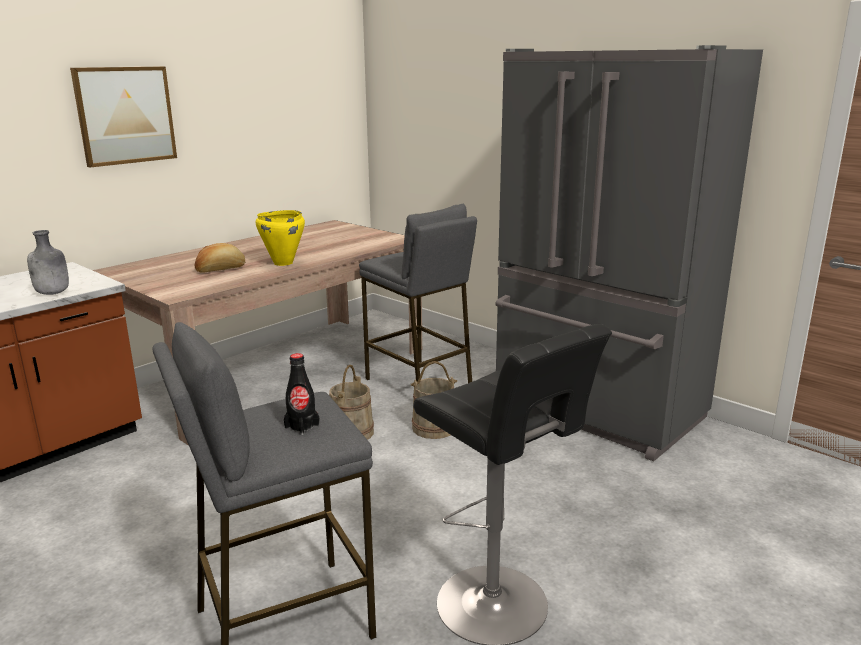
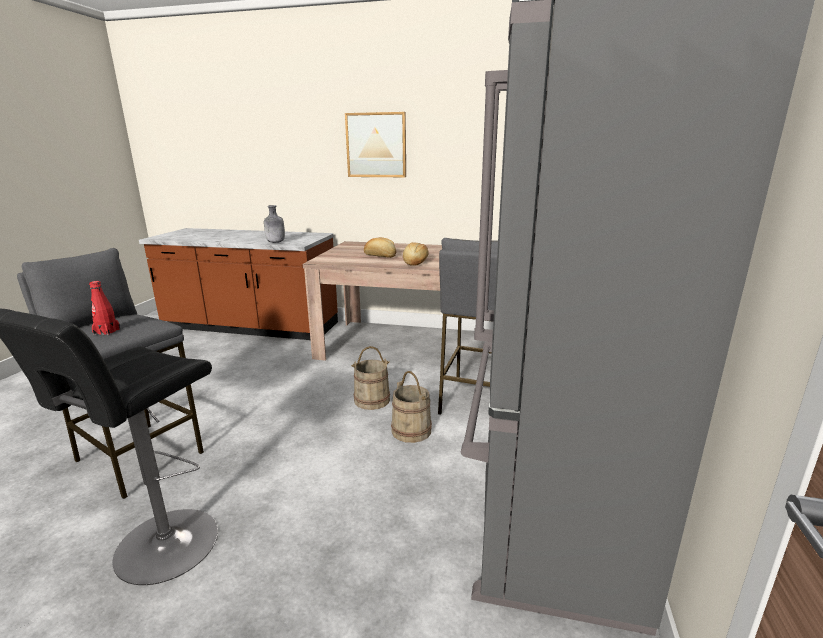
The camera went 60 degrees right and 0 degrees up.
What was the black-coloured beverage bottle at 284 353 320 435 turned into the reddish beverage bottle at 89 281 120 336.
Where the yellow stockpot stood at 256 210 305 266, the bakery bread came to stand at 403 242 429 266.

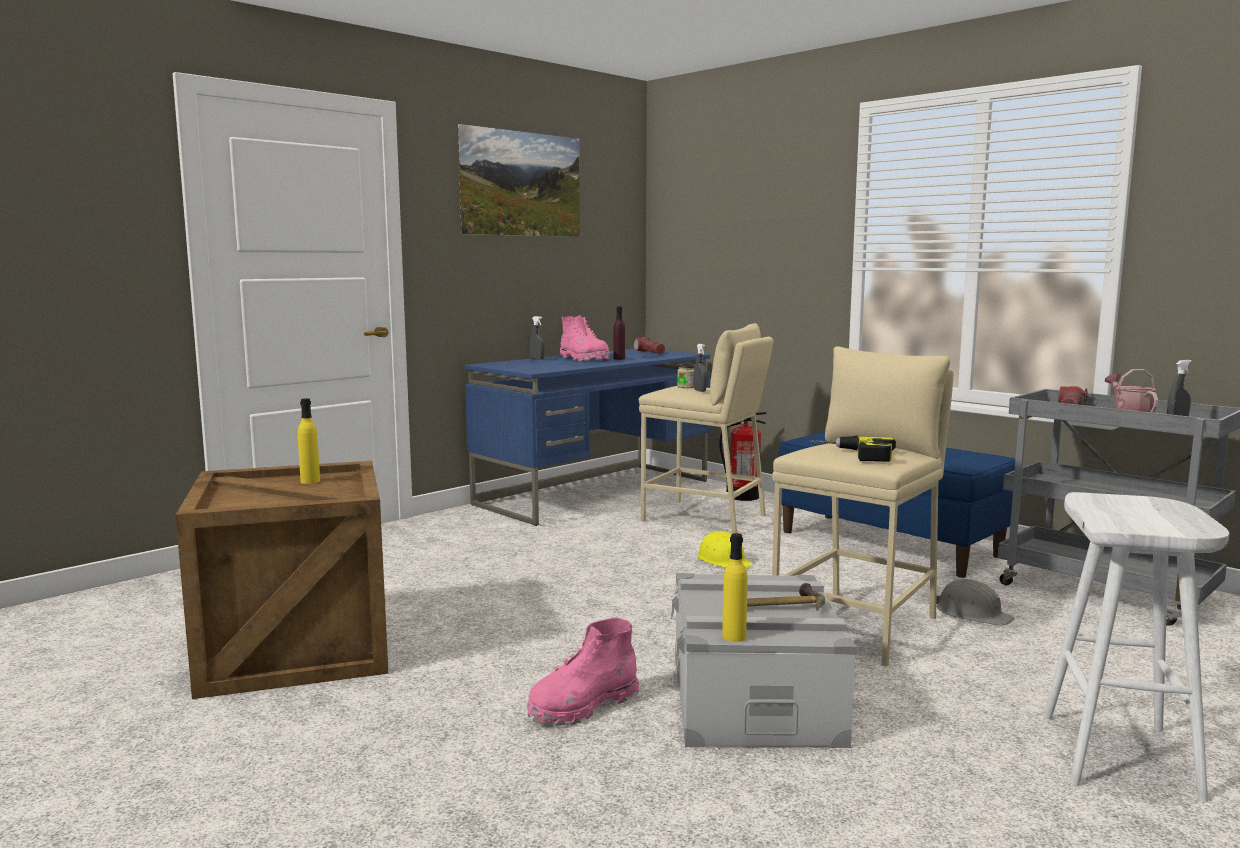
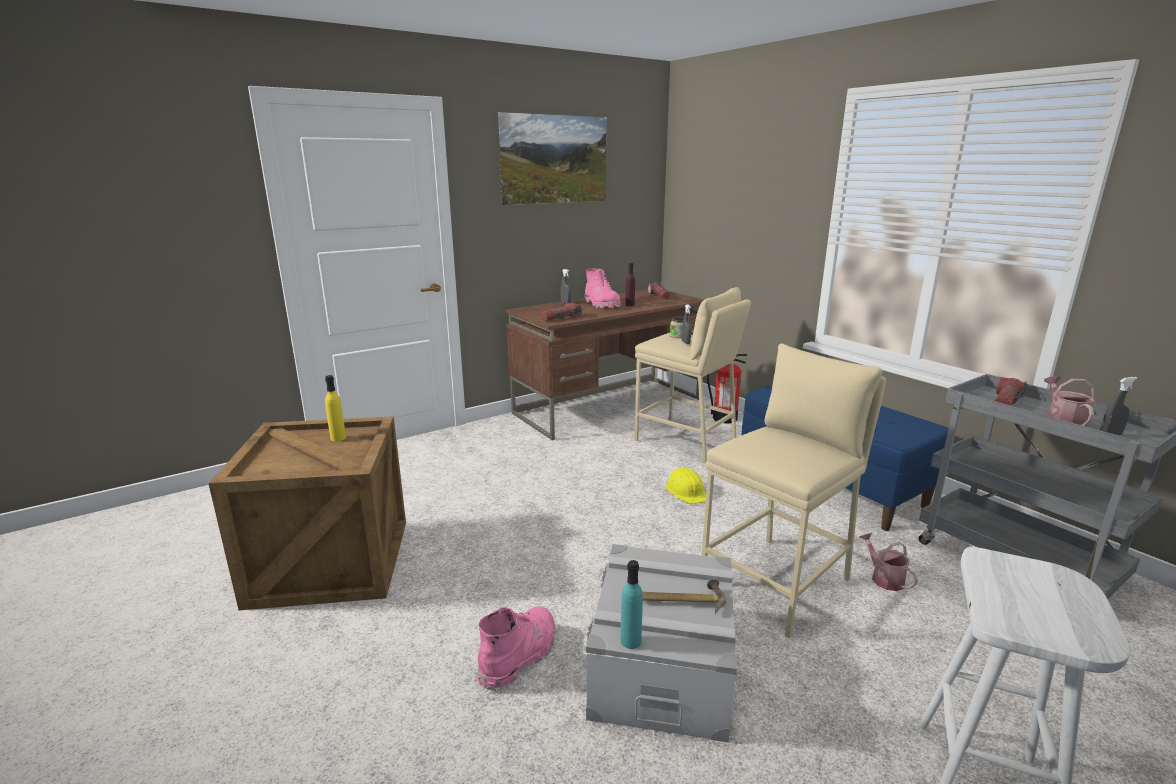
The camera went 10 degrees right and 10 degrees up.
The pink-coloured boot at 527 618 639 726 ended up facing another way, 150 degrees clockwise from before.
What was the bluish desk table at 465 349 710 526 turned into the brown desk table at 506 290 704 440.
The second view gained the flashlight at 542 303 582 321.
What was the yellow beverage bottle at 722 533 747 642 turned into the blue-green beverage bottle at 621 560 643 649.
Where the greyish safety helmet stood at 936 579 1015 626, the sprinkling can came to stand at 859 533 918 591.
The second view lost the electric drill at 809 435 896 462.

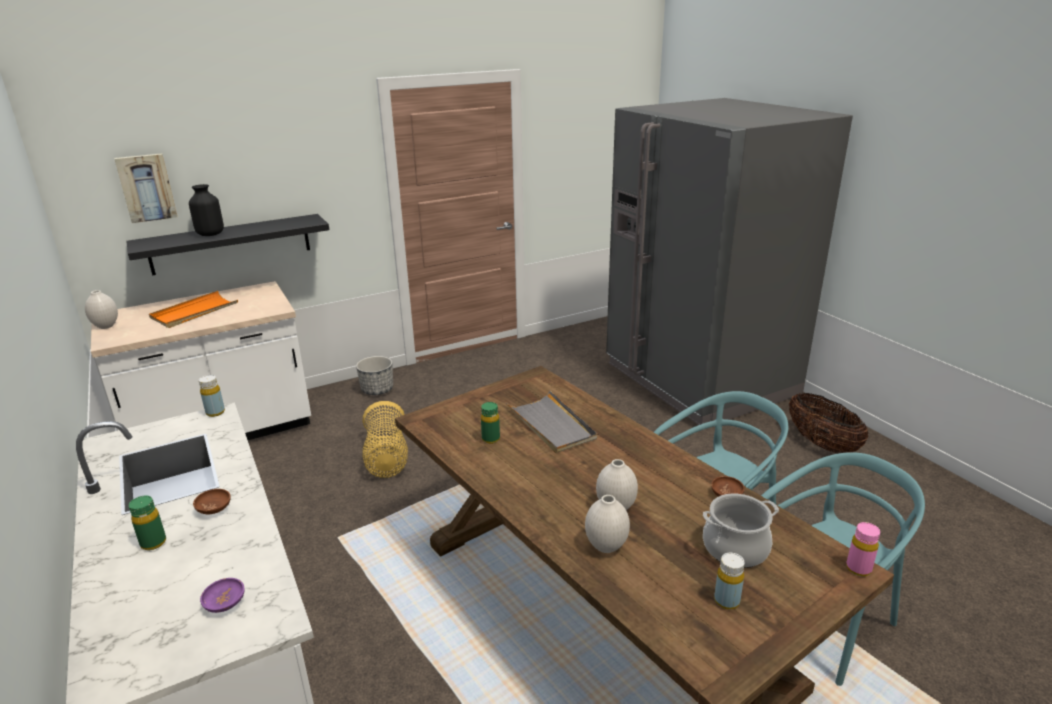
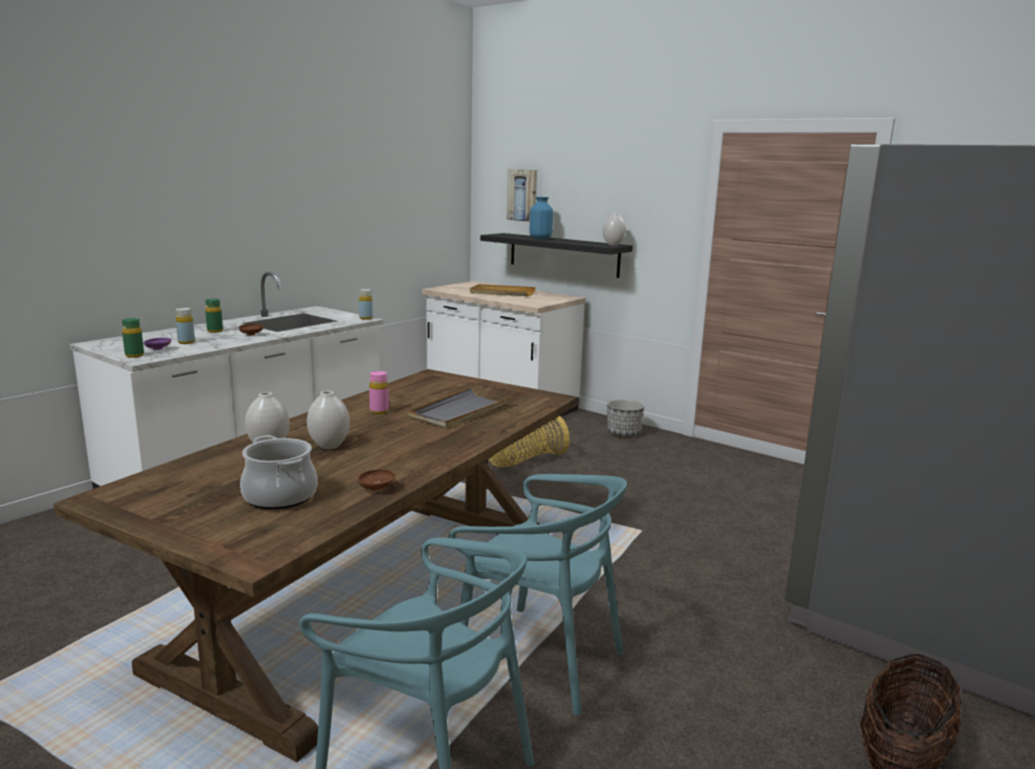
The camera went 65 degrees right and 10 degrees down.
The green-coloured beverage bottle ended up elsewhere, having gone from 481 402 500 444 to 122 318 144 358.
The yellow beverage bottle ended up elsewhere, having gone from 714 553 745 610 to 176 308 195 344.
The pink-coloured beverage bottle ended up elsewhere, having gone from 846 522 880 577 to 369 371 389 414.
What was the orangey carrying tray at 149 291 238 328 turned into the sand-coloured carrying tray at 470 284 536 296.
What was the black-coloured flower vase at 189 184 224 236 turned into the bluish flower vase at 530 197 553 239.
The white flower vase ended up elsewhere, having gone from 85 290 118 329 to 603 213 626 246.

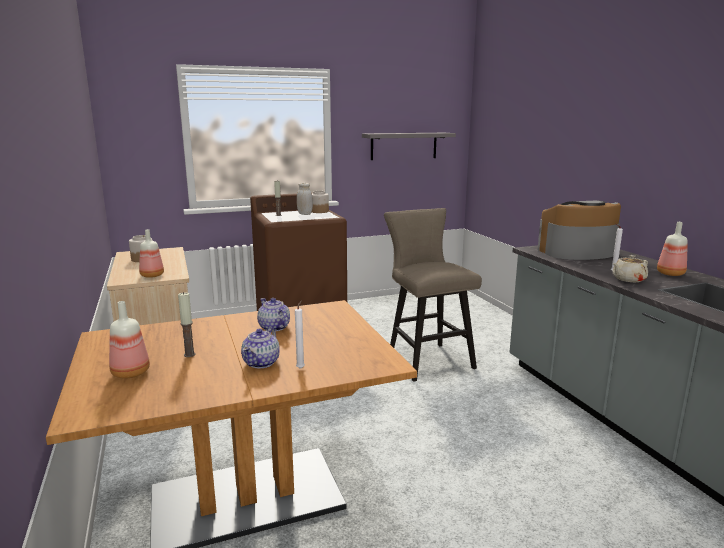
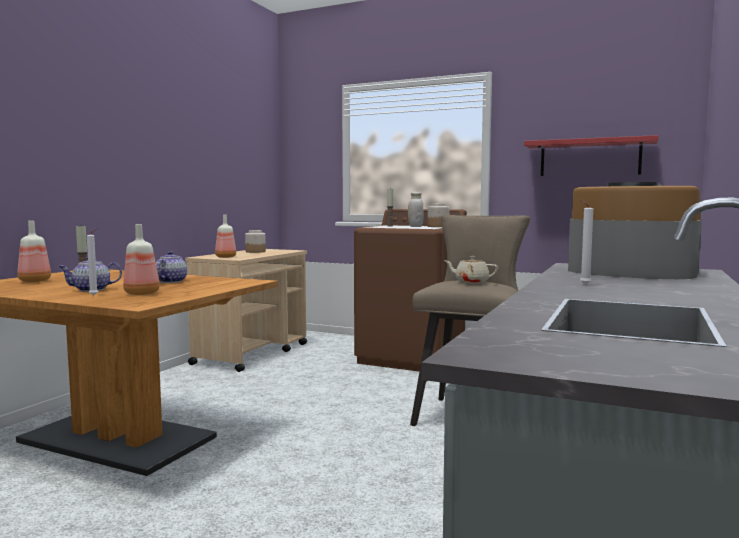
The camera went 45 degrees right and 10 degrees down.
The beverage bottle ended up elsewhere, having gone from 657 222 688 276 to 123 224 160 295.
The sand-coloured pot for tea ended up elsewhere, having gone from 613 255 648 282 to 445 256 498 283.
What was the greyish wall shelf at 362 133 456 160 turned into the reddish wall shelf at 524 135 658 176.

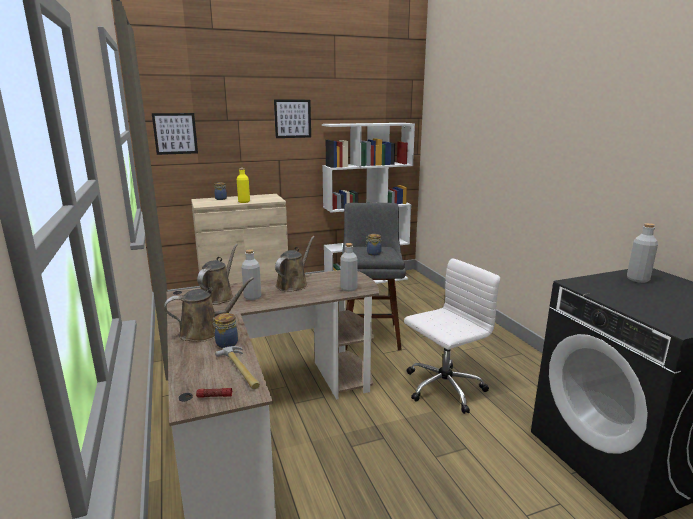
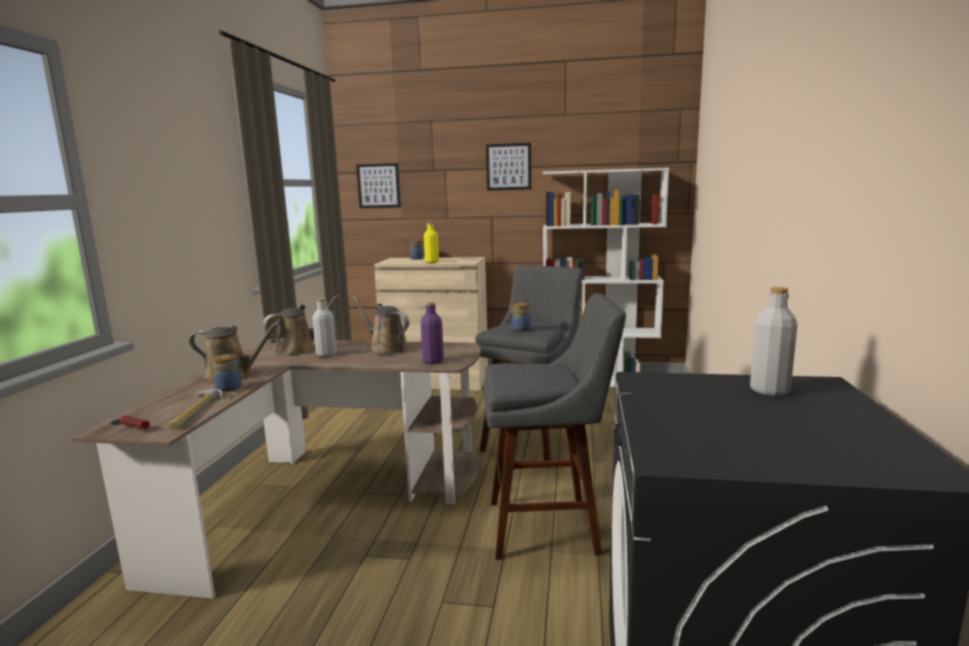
The camera went 30 degrees right and 5 degrees down.
The brown sprinkling can at 275 236 315 291 ended up facing another way, 105 degrees counterclockwise from before.
What was the greyish beverage bottle at 340 243 358 292 turned into the purple beverage bottle at 421 302 444 364.
Where the white computer chair stood at 404 258 500 414, the greyish stool seat came to stand at 484 293 626 560.

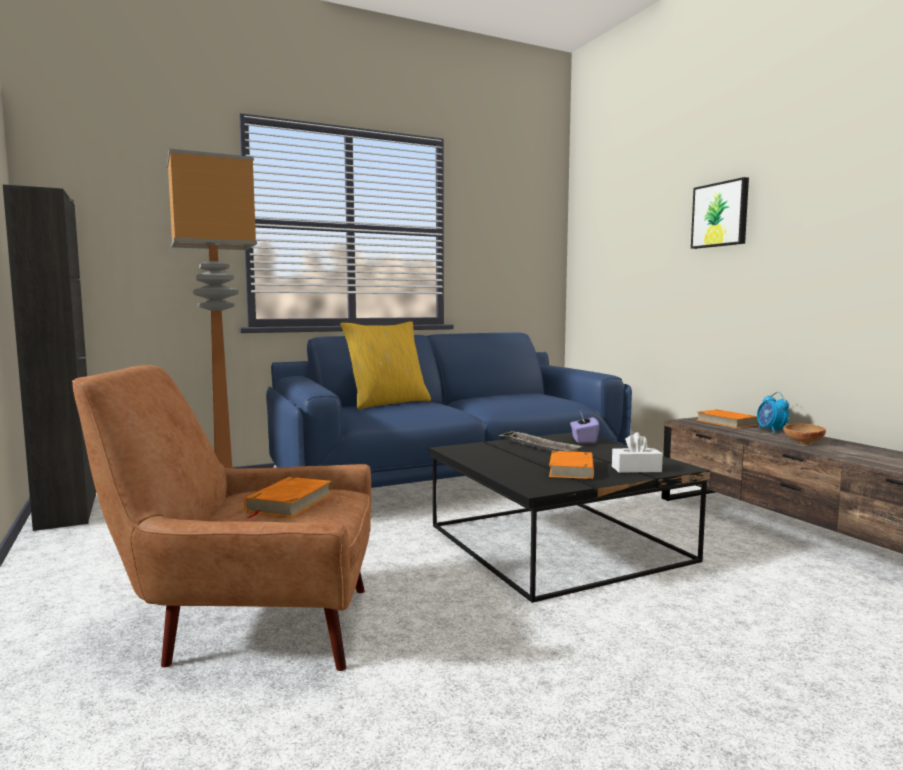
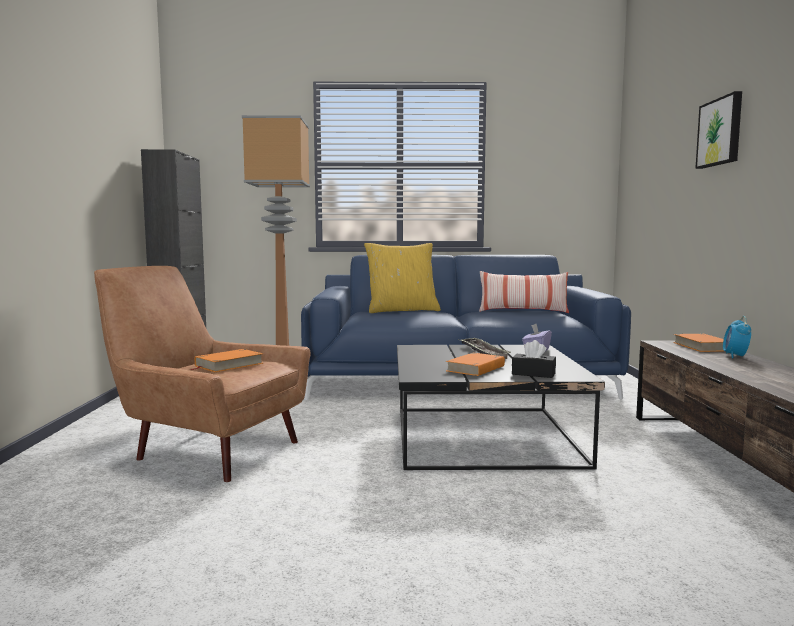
The camera went 25 degrees right and 0 degrees up.
The second view gained the throw pillow at 479 271 569 313.
What was the white tissue box at 612 432 663 473 turned into the black-coloured tissue box at 512 340 556 378.
The second view lost the brown serving bowl at 783 424 826 444.

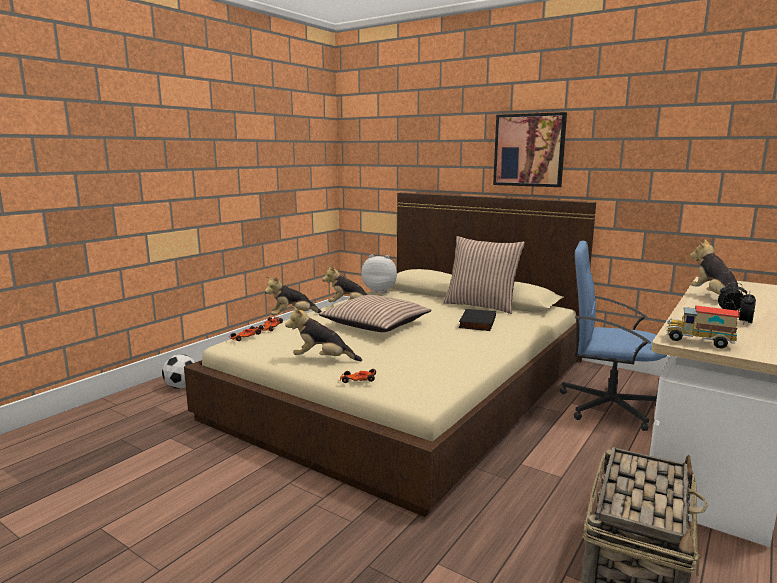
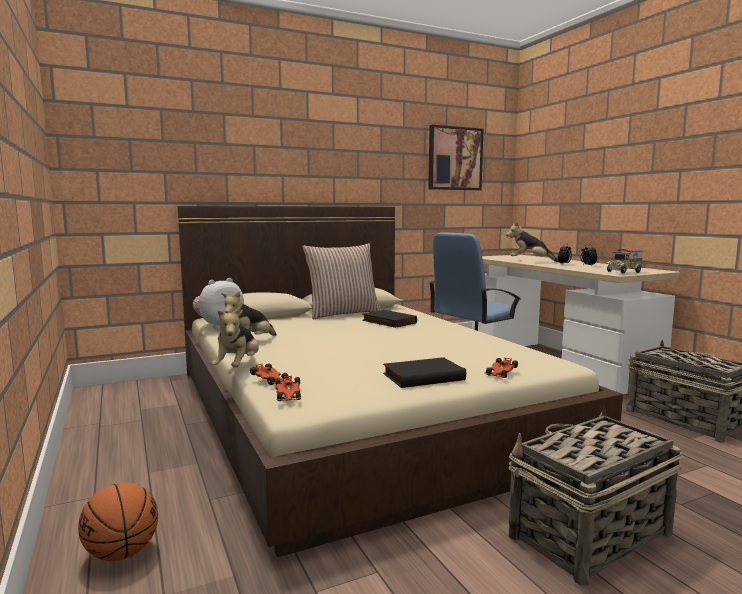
The camera went 60 degrees left and 5 degrees down.
Where the football ball stood at 162 355 195 389, the ball for basketball came to stand at 78 482 158 561.
Where the cuddly toy stood at 285 306 362 361, the black-coloured bound book came to stand at 383 357 466 388.
The picture ended up elsewhere, having gone from 493 112 567 187 to 428 125 484 190.
The second view gained the household basket at 508 406 683 586.
The second view lost the throw pillow at 318 295 432 332.

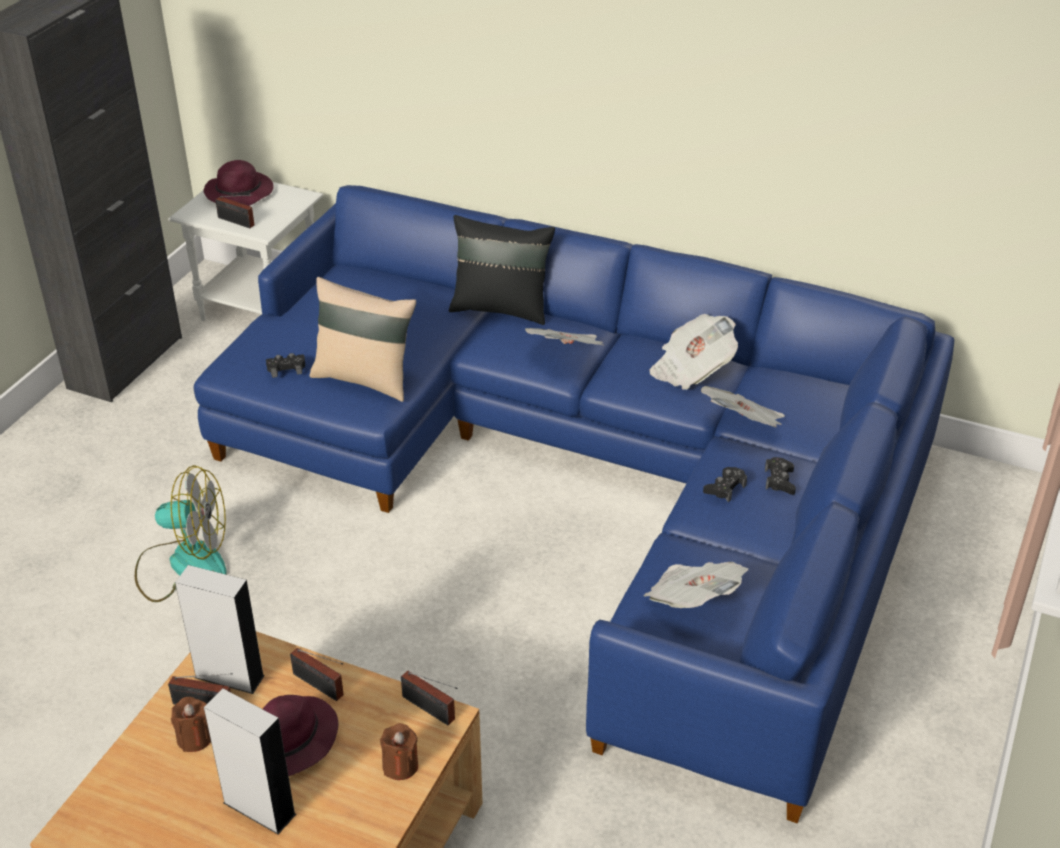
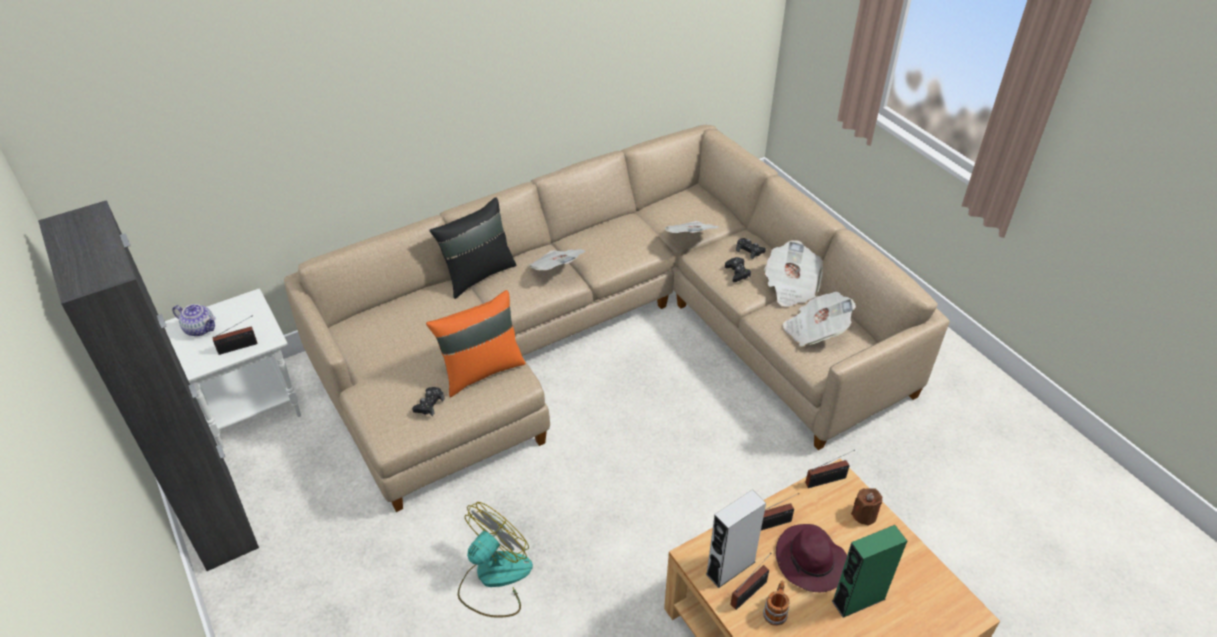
The camera went 55 degrees left and 5 degrees up.
Where the purple clothing hat stood at 203 160 274 206, the pot for tea came to stand at 172 304 216 336.
What was the bluish settee at 194 185 954 824 turned into the sand-coloured settee at 284 125 950 512.
What was the sand-coloured throw pillow at 309 277 416 402 turned into the orangey throw pillow at 426 290 526 397.
Where the brown candle stood at 171 697 211 752, the coffee mug came to stand at 763 580 789 626.
The newspaper ended up elsewhere, having gone from 649 314 738 390 to 764 240 823 307.
What was the greyish loudspeaker at 204 689 296 834 turned into the green-coloured loudspeaker at 832 525 907 618.

